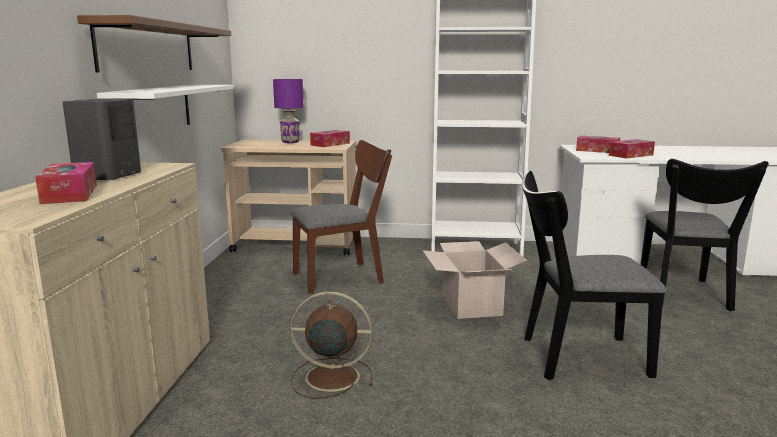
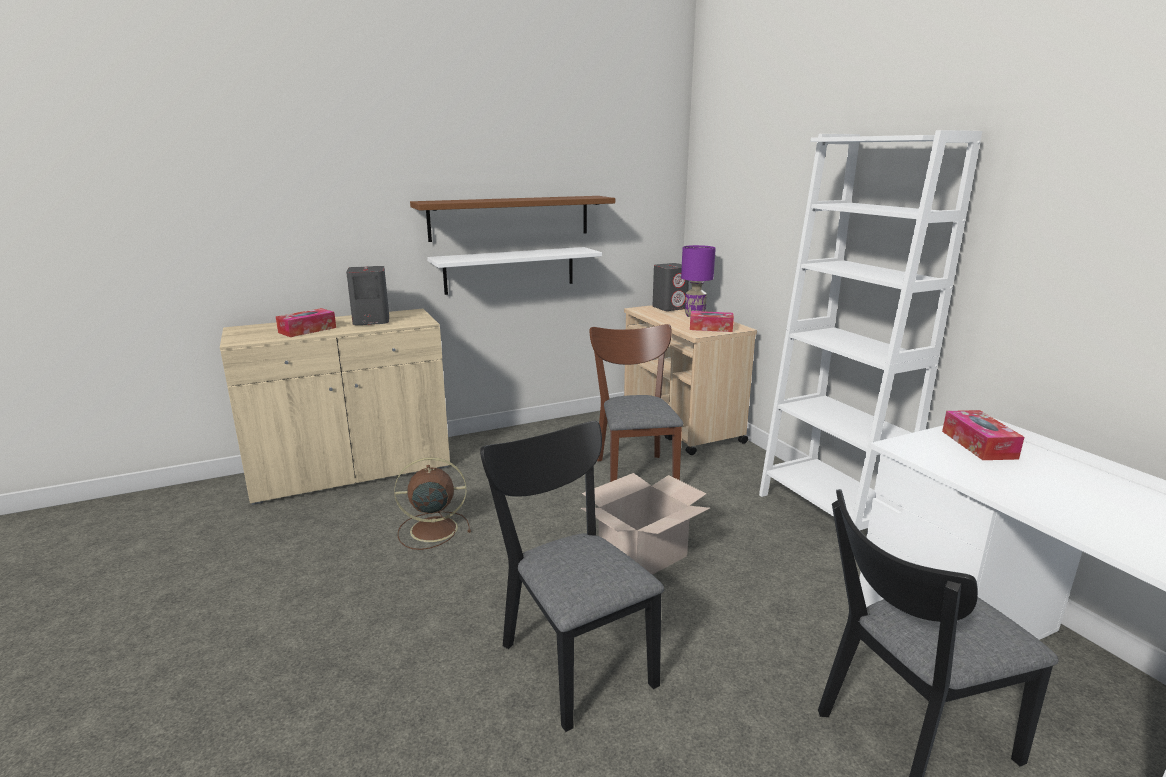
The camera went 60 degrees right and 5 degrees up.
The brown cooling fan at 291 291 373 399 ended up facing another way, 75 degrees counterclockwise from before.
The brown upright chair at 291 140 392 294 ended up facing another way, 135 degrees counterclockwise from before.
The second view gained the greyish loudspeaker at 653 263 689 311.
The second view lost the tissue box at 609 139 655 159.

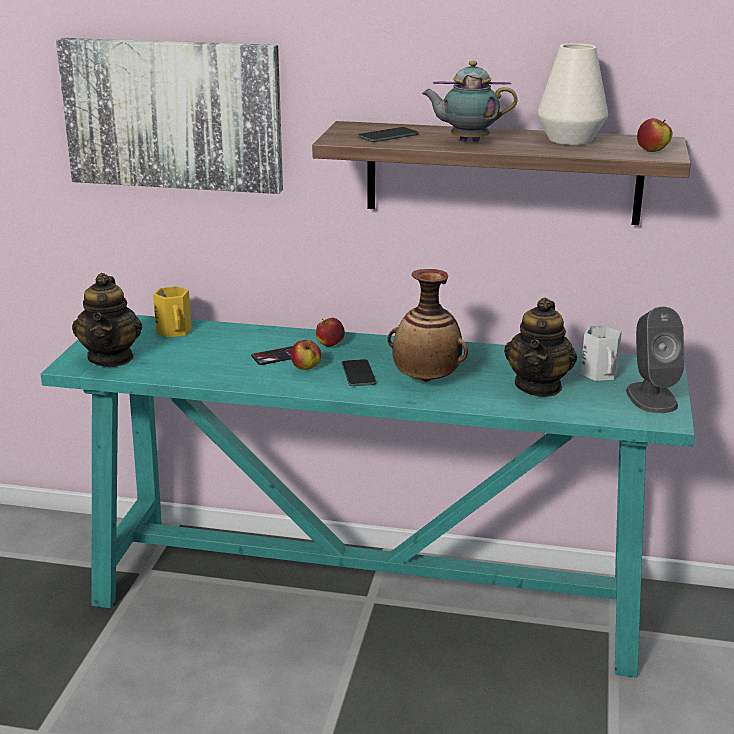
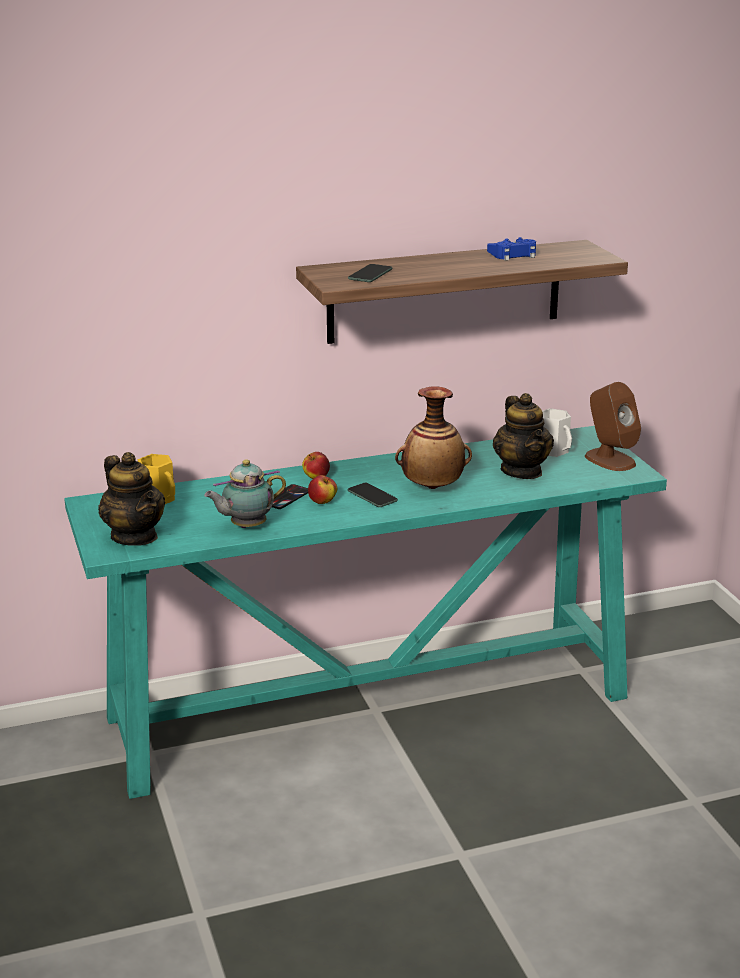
The camera went 30 degrees left and 0 degrees up.
The pot for tea ended up elsewhere, having gone from 422 60 518 142 to 204 459 286 528.
Where the white flower vase stood at 538 43 608 145, the bluish game controller came to stand at 487 237 536 261.
What was the greyish loudspeaker at 626 307 685 413 turned into the brown loudspeaker at 585 382 641 471.
The second view lost the picture at 56 38 283 194.
The second view lost the apple at 637 118 672 152.

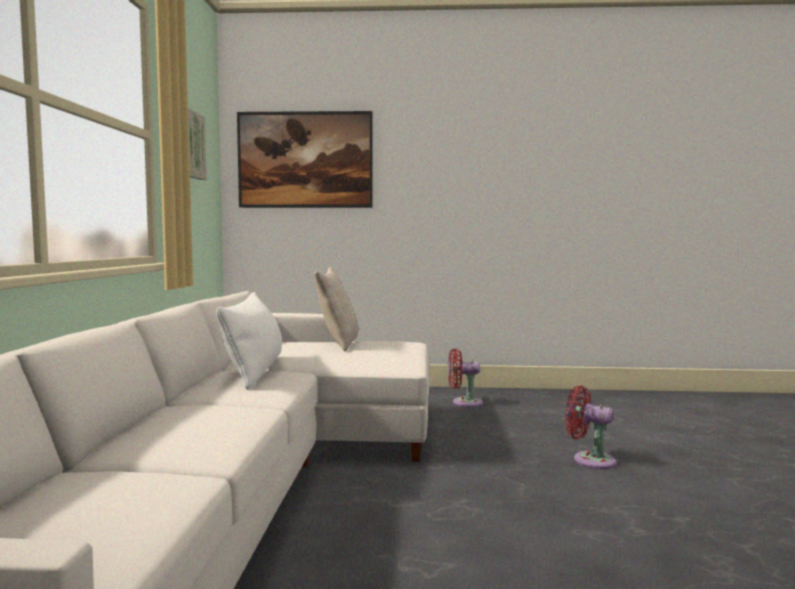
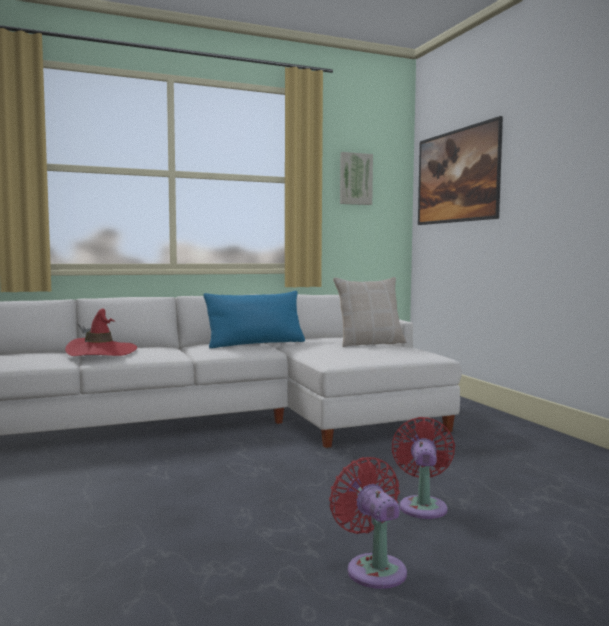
The camera went 65 degrees right and 0 degrees up.
The second view gained the reddish clothing hat at 65 309 137 356.
What was the white throw pillow at 216 292 282 390 turned into the bluish throw pillow at 204 291 305 348.
The reddish cooling fan ended up elsewhere, having gone from 448 348 483 407 to 329 457 407 589.

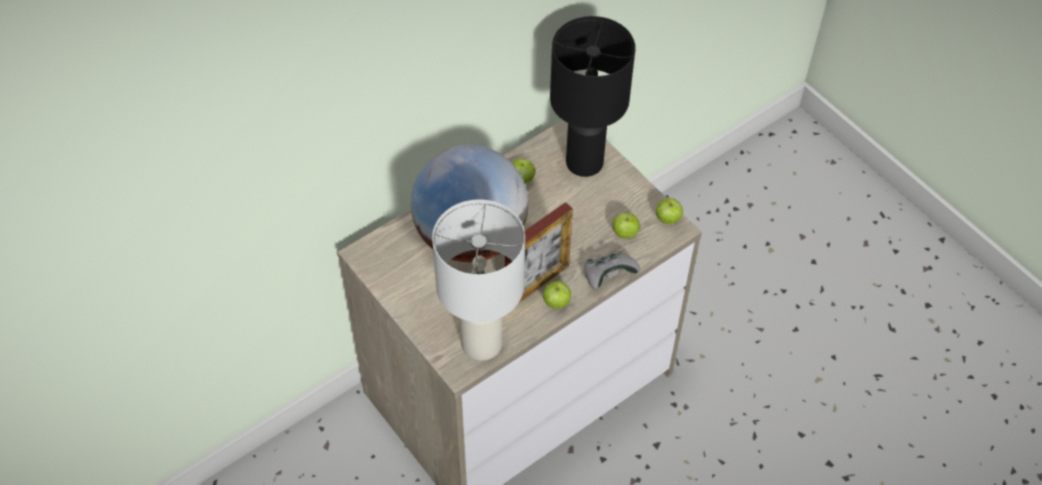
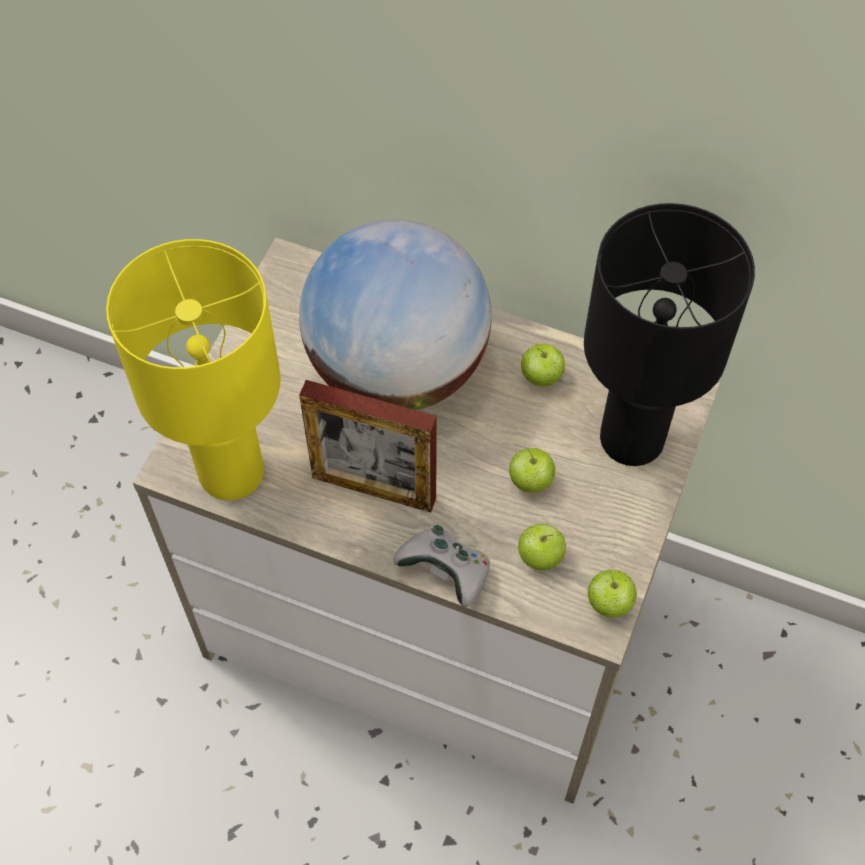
The camera went 60 degrees right and 5 degrees up.
What was the white lamp for a table at 432 199 525 361 turned into the yellow lamp for a table at 106 239 281 500.
The apple ended up elsewhere, having gone from 543 281 571 309 to 509 448 556 493.

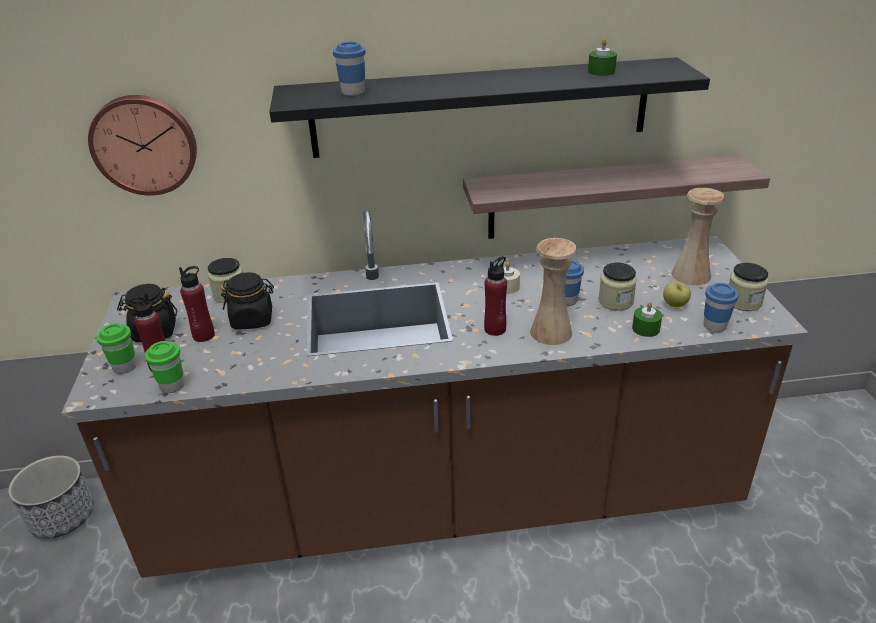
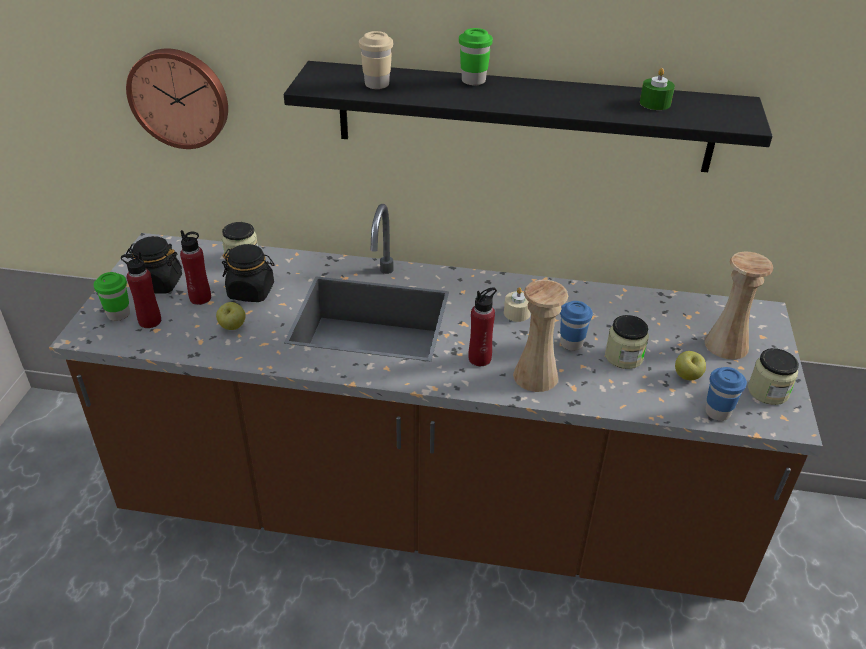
The camera went 15 degrees right and 5 degrees up.
The second view gained the apple at 216 302 246 330.
What was the bluish cup at 333 41 366 96 turned into the sand-coloured cup at 359 31 393 89.
The green-coloured cup ended up elsewhere, having gone from 145 341 184 393 to 459 28 493 85.
The second view lost the plant pot at 8 455 94 539.
The second view lost the wall shelf at 463 155 770 239.
The second view lost the green-coloured candle at 632 302 662 337.

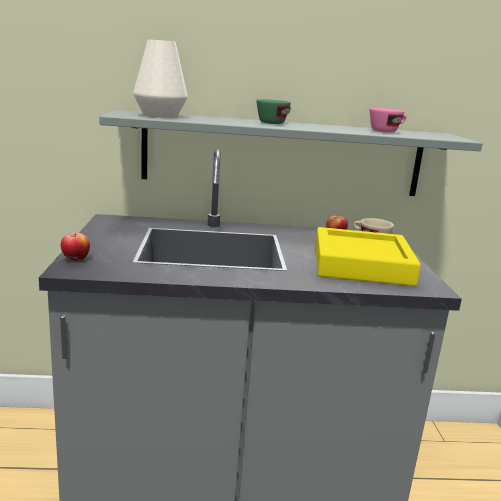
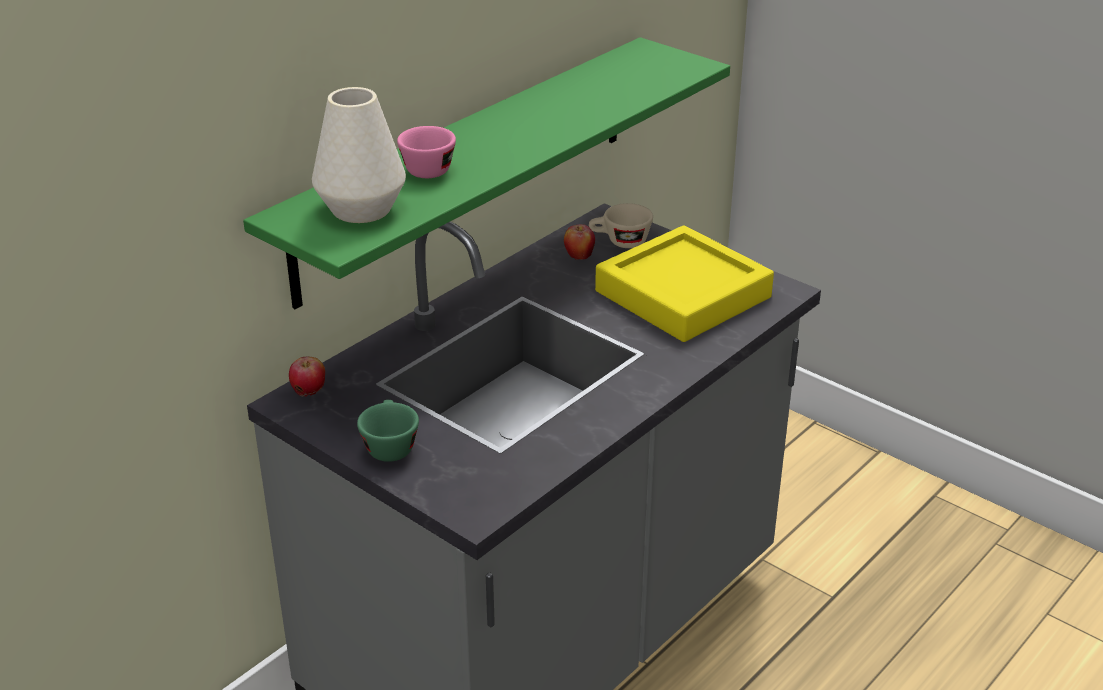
The camera went 45 degrees left and 15 degrees up.
What was the greyish wall shelf at 99 110 483 196 turned into the green-coloured wall shelf at 243 37 730 309.
The apple ended up elsewhere, having gone from 60 233 90 261 to 289 356 325 397.
The green-coloured cup ended up elsewhere, having gone from 256 99 291 124 to 357 400 419 462.
The pink-coloured cup ended up elsewhere, having gone from 370 108 407 133 to 397 126 456 178.

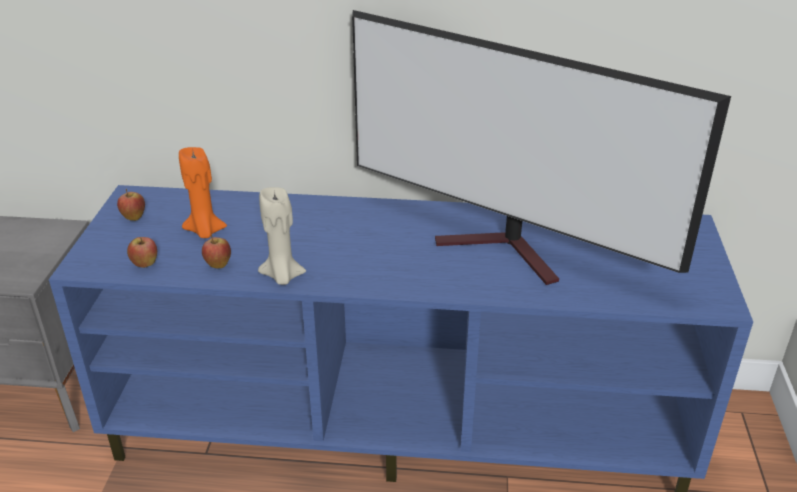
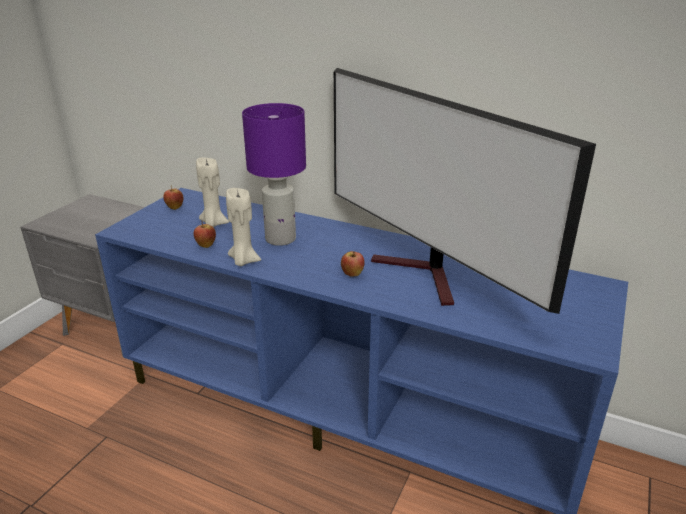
The camera went 20 degrees right and 5 degrees down.
What was the orangey candle at 179 147 227 238 turned into the sand-coloured candle at 196 158 229 227.
The second view gained the purple lamp for a table at 242 103 306 246.
The apple ended up elsewhere, having gone from 127 237 157 268 to 341 251 365 277.

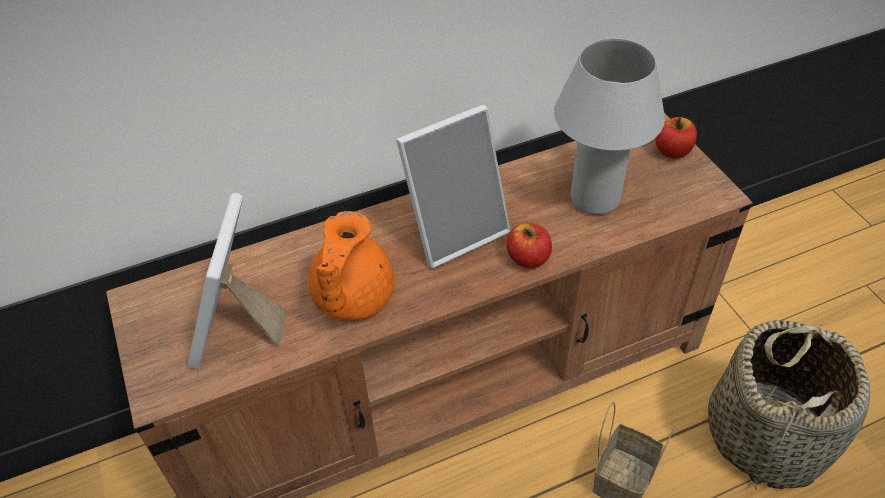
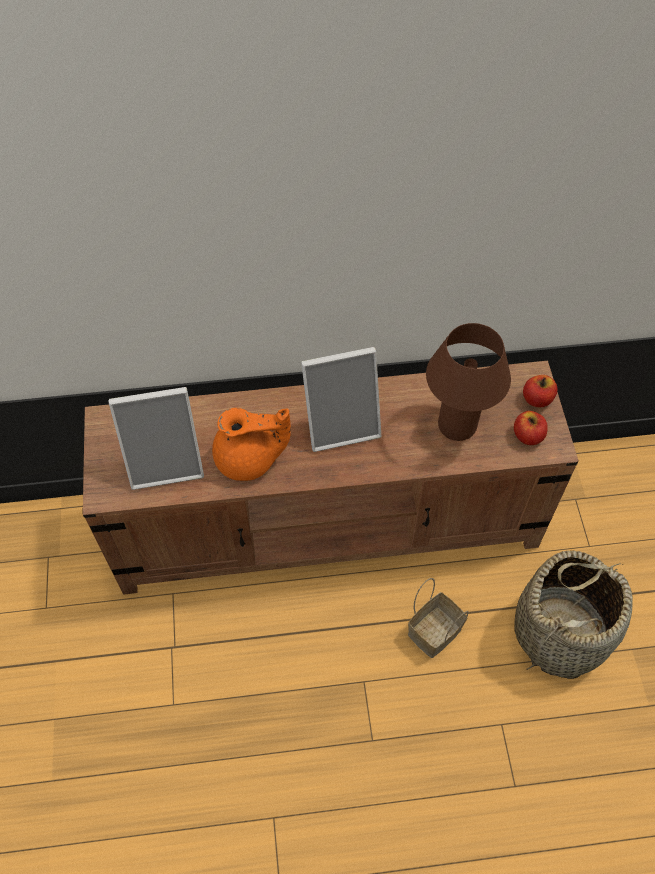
The camera went 15 degrees right and 10 degrees up.
The picture frame at 188 193 287 369 ended up facing another way, 120 degrees counterclockwise from before.
The orangey pot for tea at 308 211 395 321 ended up facing another way, 120 degrees counterclockwise from before.
What was the white lamp for a table at 554 38 665 215 turned into the brown lamp for a table at 426 323 511 441.
The apple ended up elsewhere, having gone from 507 222 552 268 to 514 411 548 445.

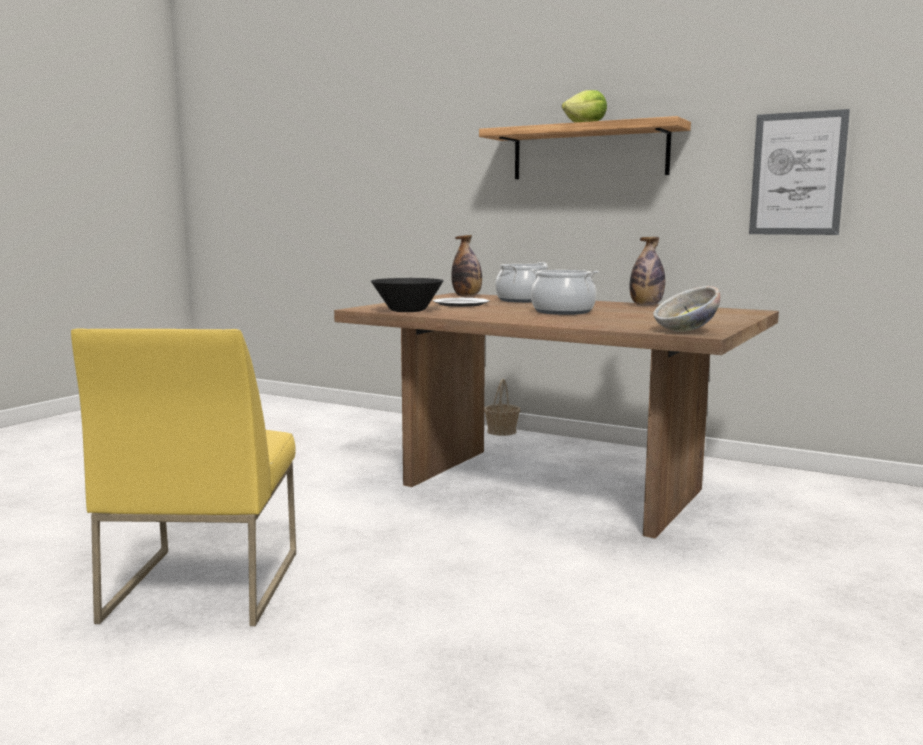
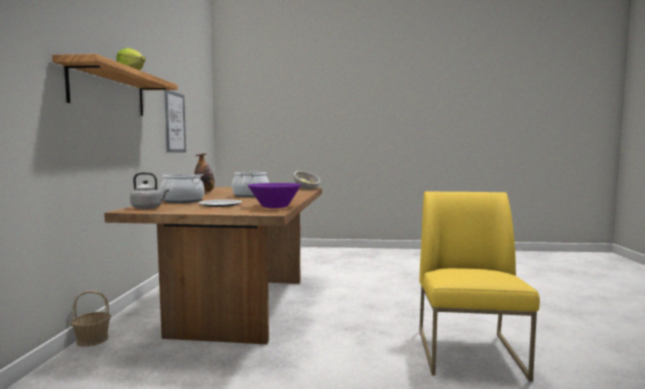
The camera went 115 degrees left and 5 degrees down.
Where the beverage bottle stood at 451 235 482 296, the greyish kettle came to stand at 130 172 169 209.
What was the black-coloured serving bowl at 371 278 444 312 turned into the purple serving bowl at 248 183 301 208.
The yellow upright chair at 71 328 296 626 ended up facing another way, 60 degrees counterclockwise from before.

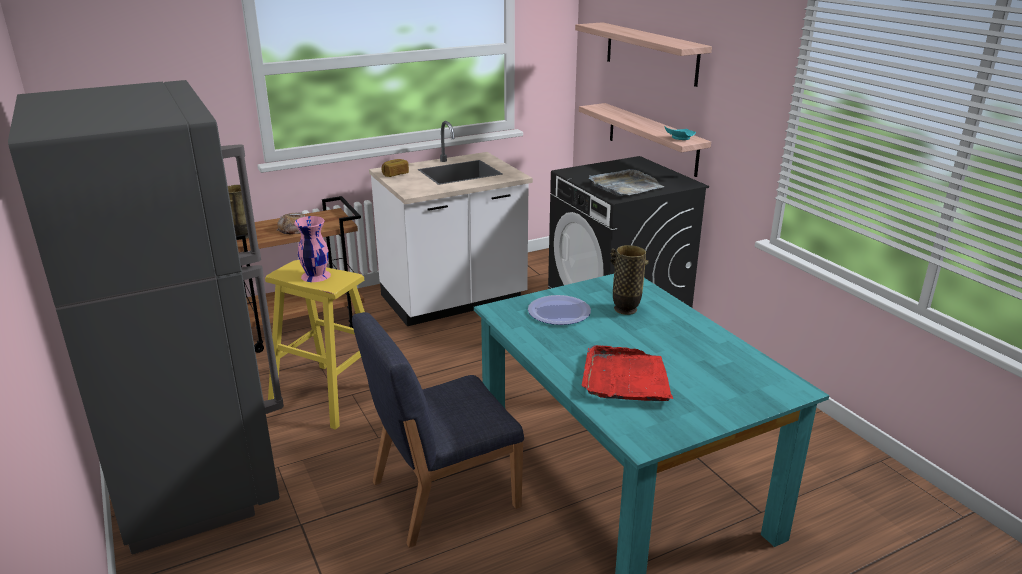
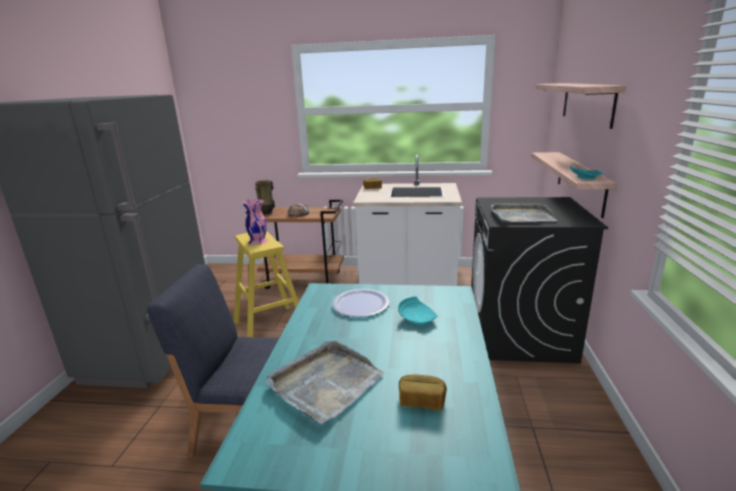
The camera went 35 degrees right and 5 degrees down.
What was the reddish carrying tray at 582 345 673 401 turned into the greyish carrying tray at 266 341 384 424.
Where the flower vase stood at 610 245 649 315, the blue-green plate came to stand at 398 296 437 325.
The second view gained the bakery bread at 399 375 447 411.

